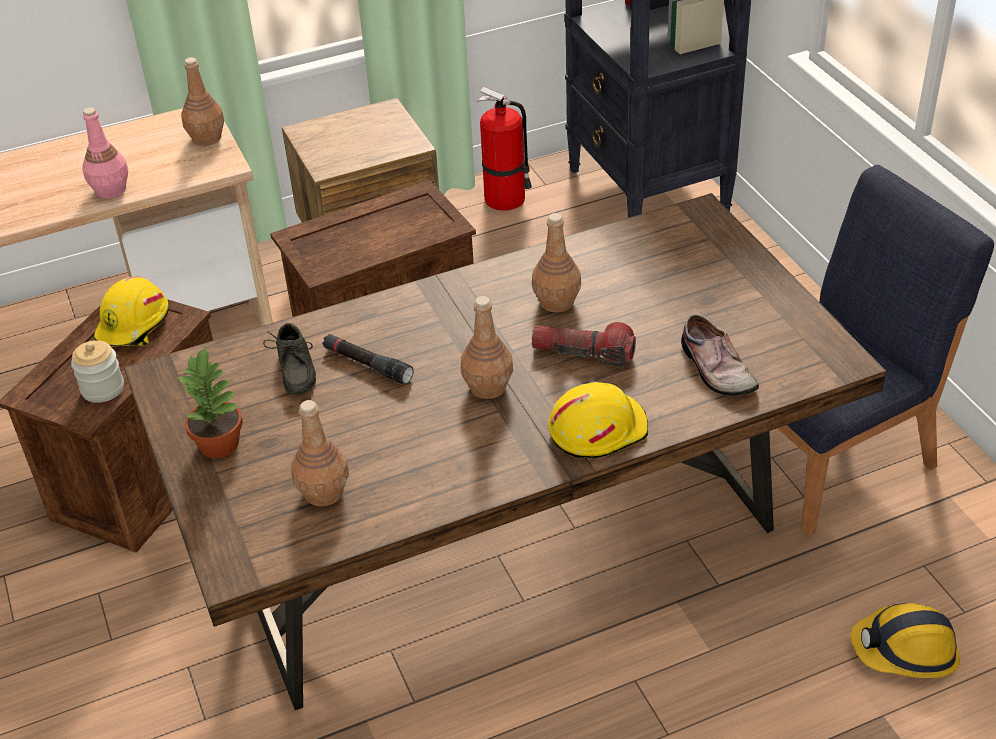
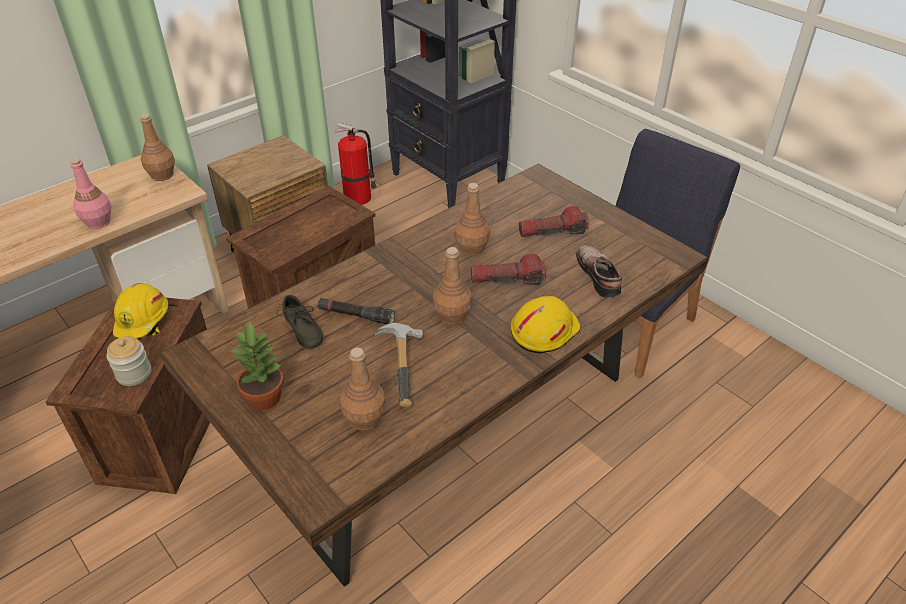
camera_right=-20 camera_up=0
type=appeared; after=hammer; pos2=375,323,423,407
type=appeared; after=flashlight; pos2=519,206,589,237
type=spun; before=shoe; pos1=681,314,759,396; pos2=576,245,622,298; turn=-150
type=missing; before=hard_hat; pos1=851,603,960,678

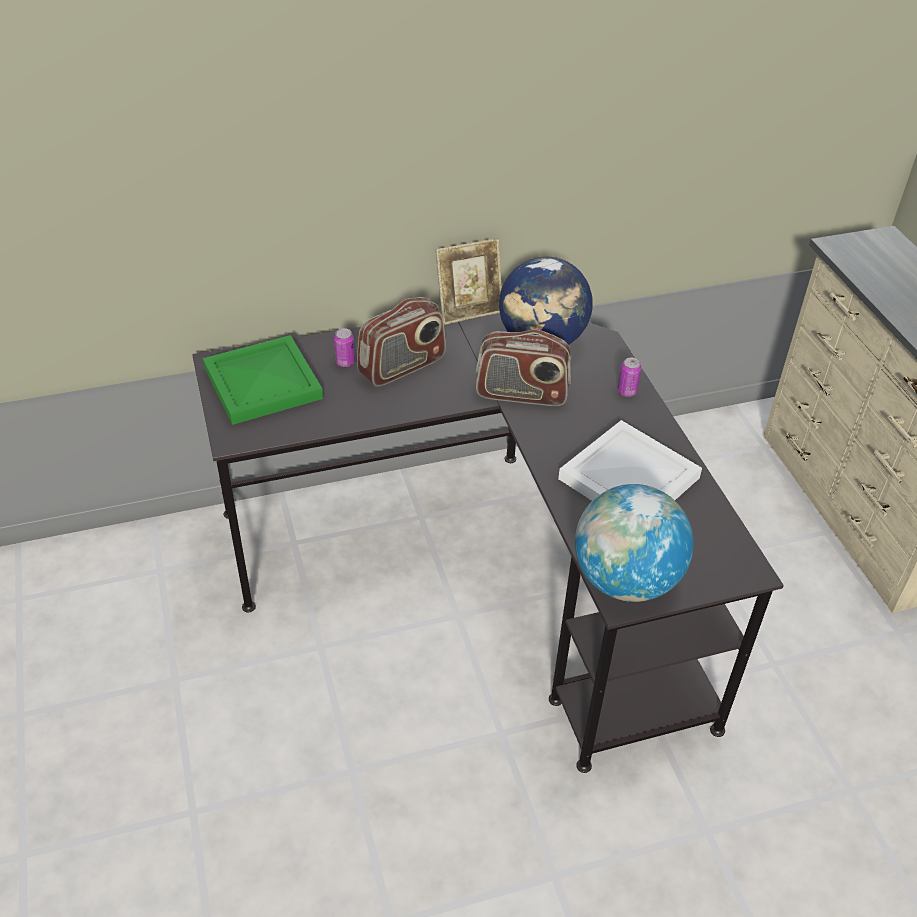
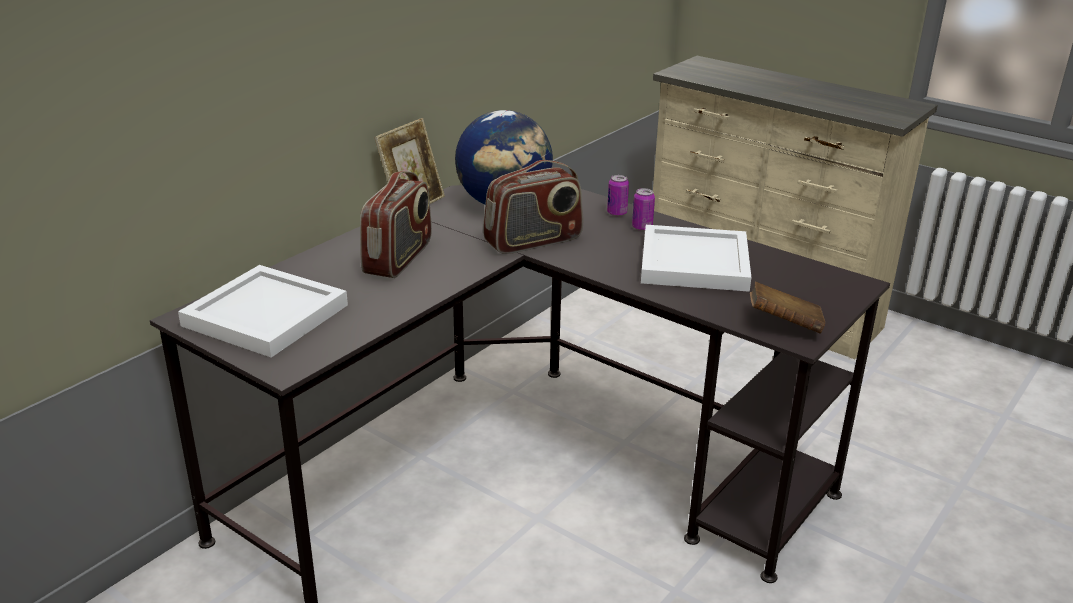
camera_right=-35 camera_up=-15
type=colour; before=green_tray; after=white_tray; pos1=203,335,323,425; pos2=178,265,348,357
type=relocated; before=can; pos1=334,328,355,367; pos2=632,188,655,231
type=exchanged; before=globe; after=brown_book; pos1=575,484,694,602; pos2=750,281,825,334

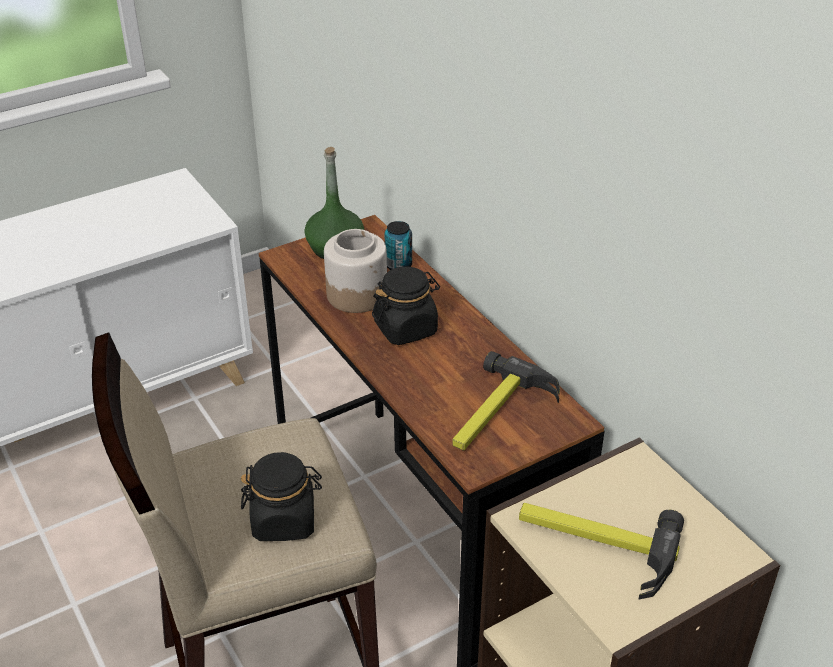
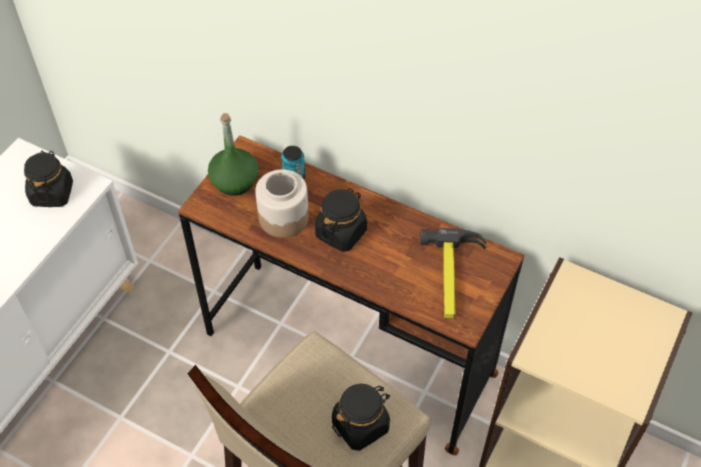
camera_right=-30 camera_up=15
type=appeared; after=black_jar; pos2=24,151,73,207
type=missing; before=hammer; pos1=519,503,684,599

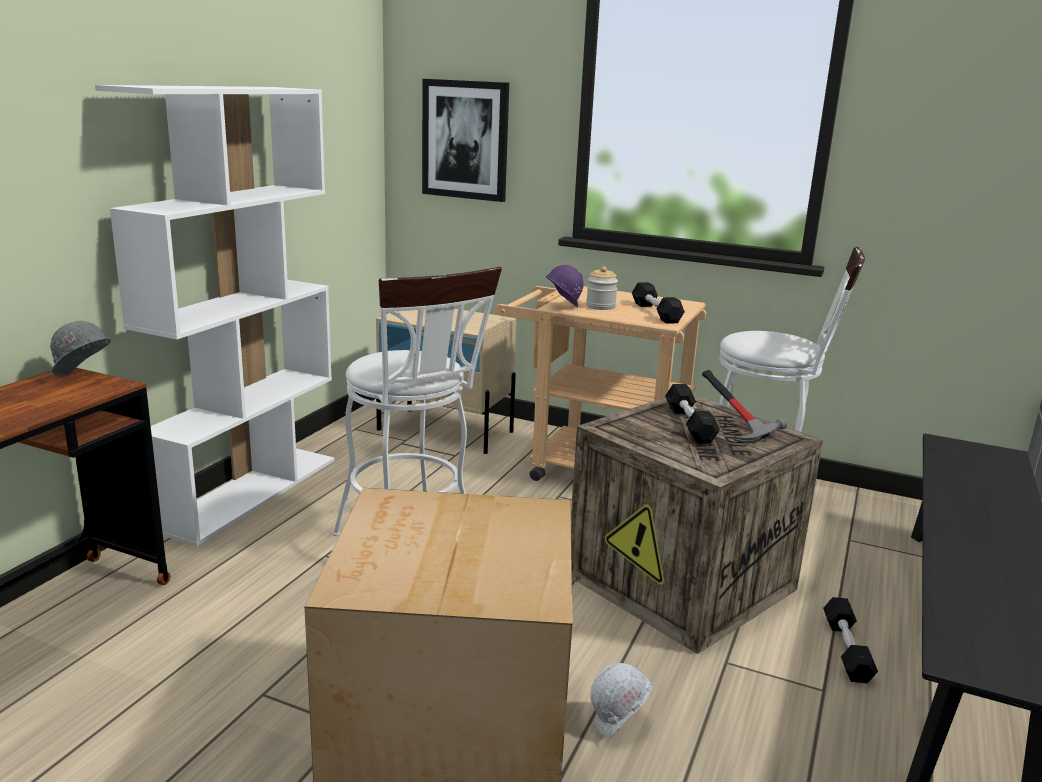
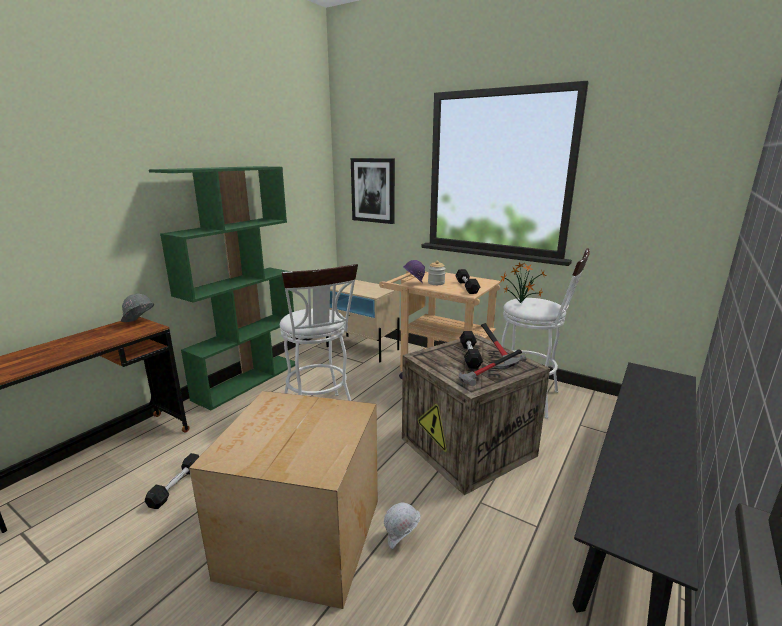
camera_right=10 camera_up=0
type=relocated; before=black_dumbbell; pos1=823,597,878,683; pos2=145,453,200,509
type=colour; before=white_bookcase; after=green_bookcase; pos1=95,85,335,546; pos2=149,166,295,411
type=appeared; after=hammer; pos2=459,349,522,386
type=appeared; after=potted_plant; pos2=499,262,546,304

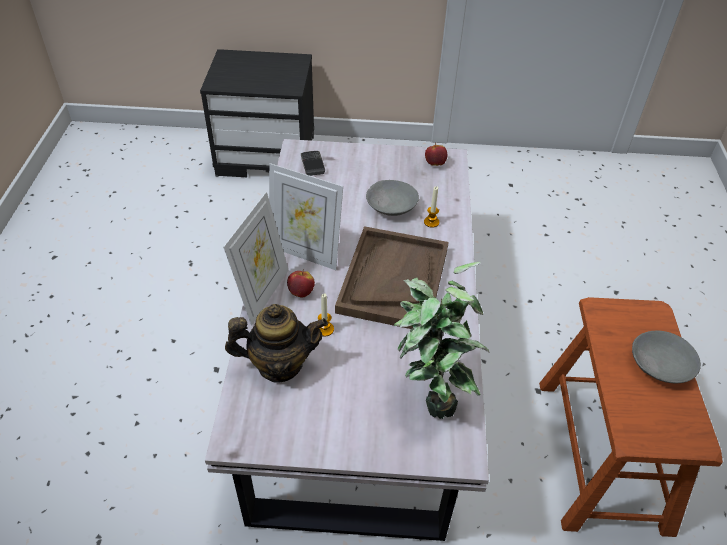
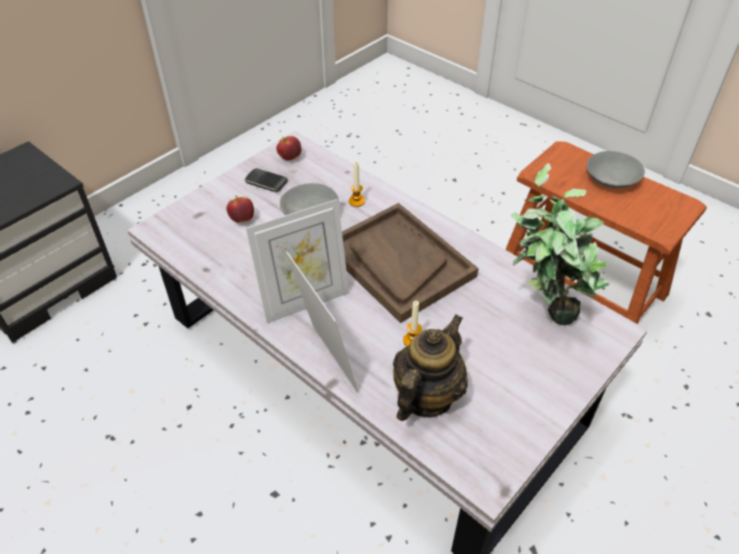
camera_right=-50 camera_up=0
type=relocated; before=apple; pos1=287,270,315,298; pos2=227,196,254,223
type=relocated; before=phone; pos1=301,151,325,176; pos2=244,168,288,192

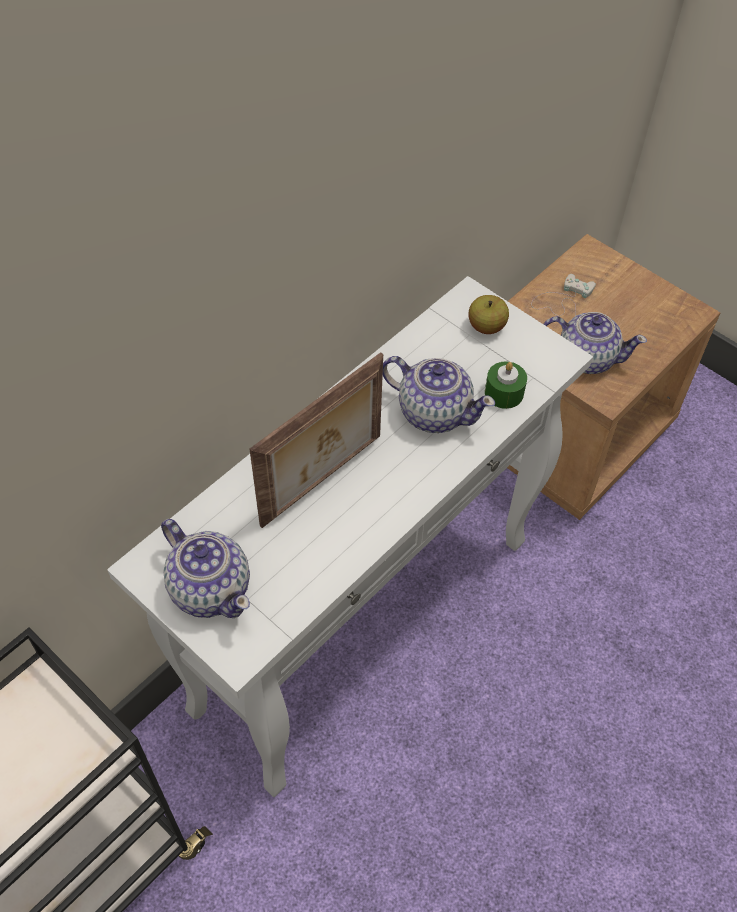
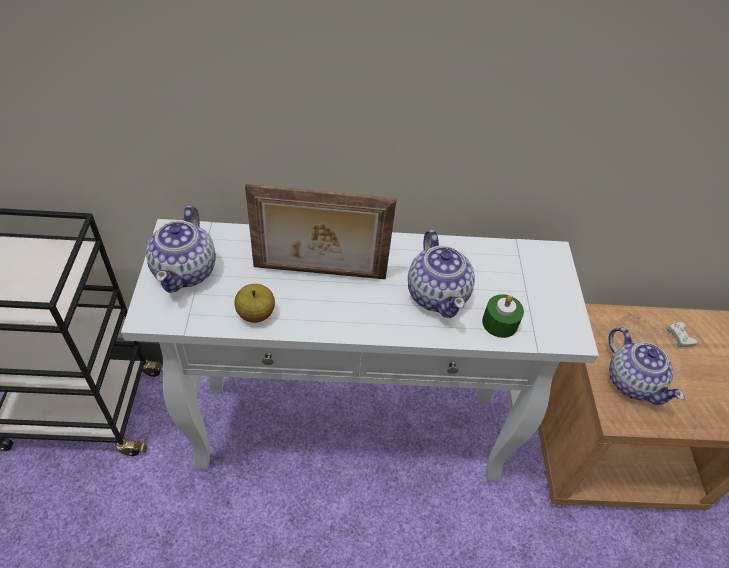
camera_right=45 camera_up=-5
type=relocated; before=apple; pos1=469,295,509,334; pos2=234,284,275,323

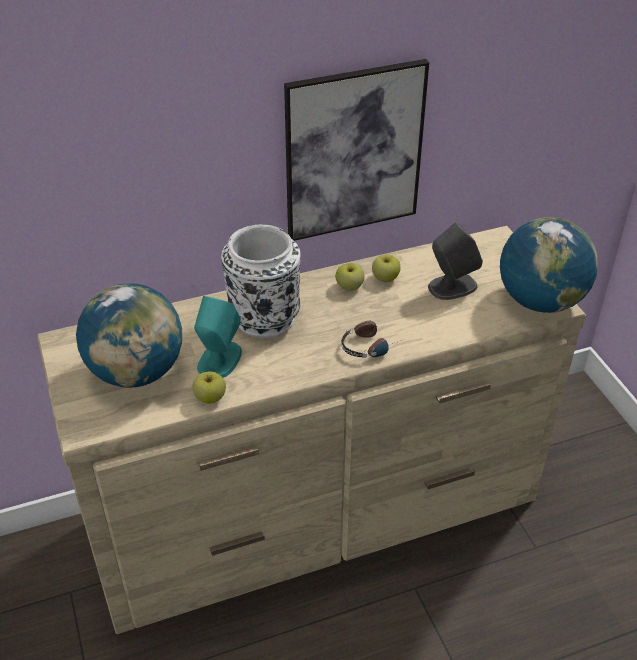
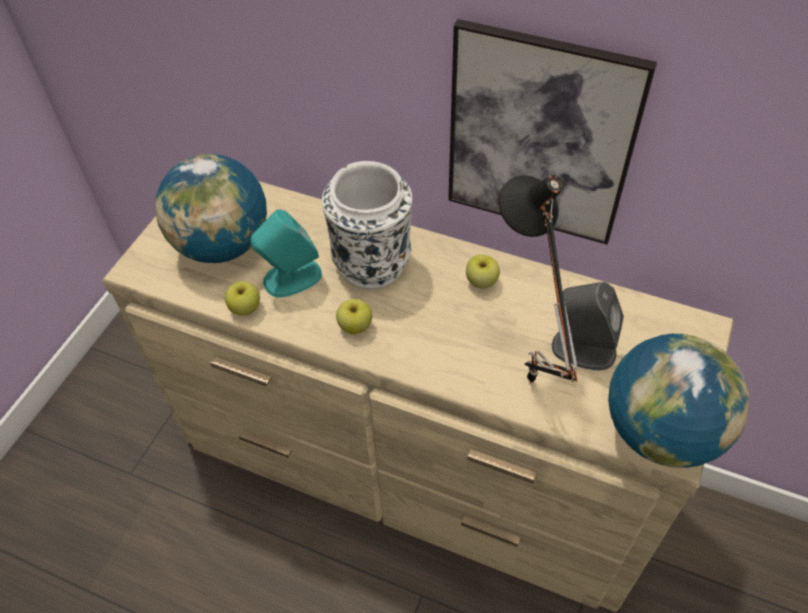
camera_right=45 camera_up=10
type=relocated; before=apple; pos1=372,255,401,282; pos2=336,299,372,334
type=appeared; after=black_table_lamp; pos2=498,175,578,386
type=missing; before=headphones; pos1=341,321,402,358

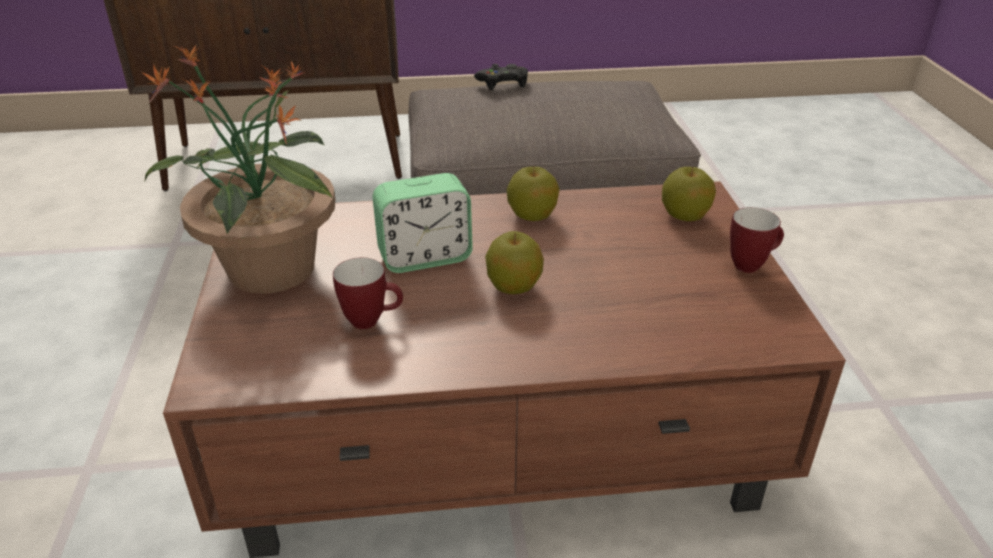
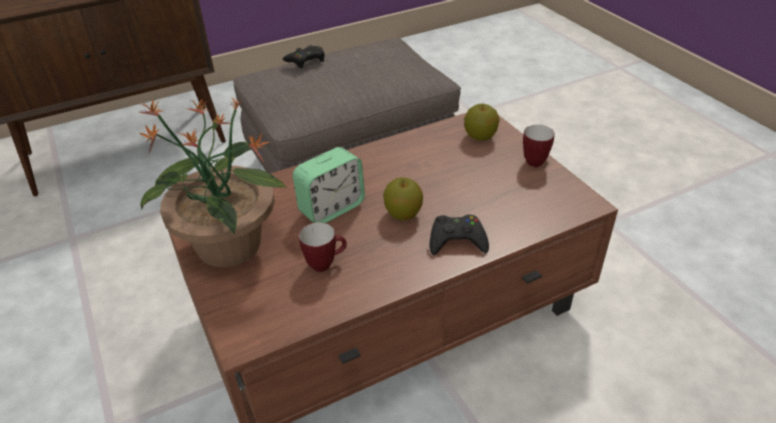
camera_right=-20 camera_up=5
type=appeared; after=black_game_controller; pos2=429,215,489,255
type=missing; before=apple; pos1=507,167,560,221

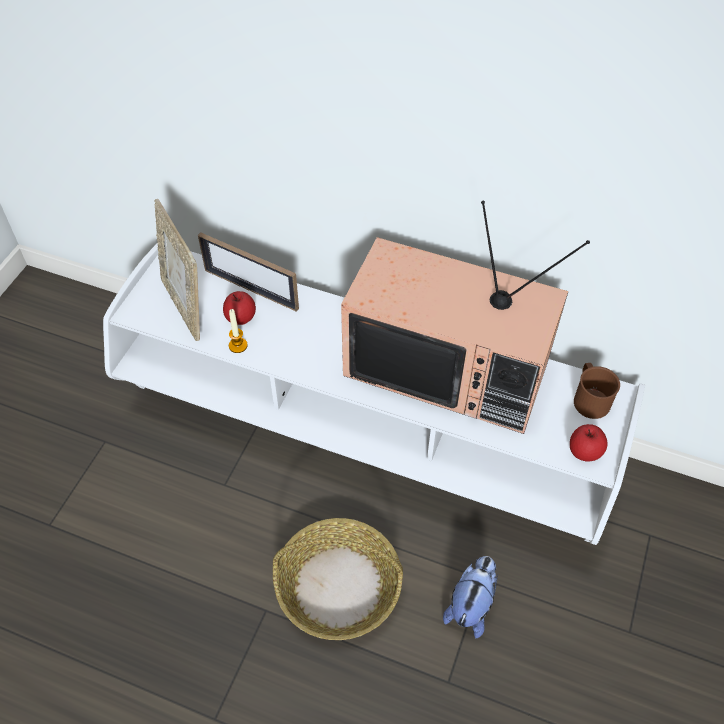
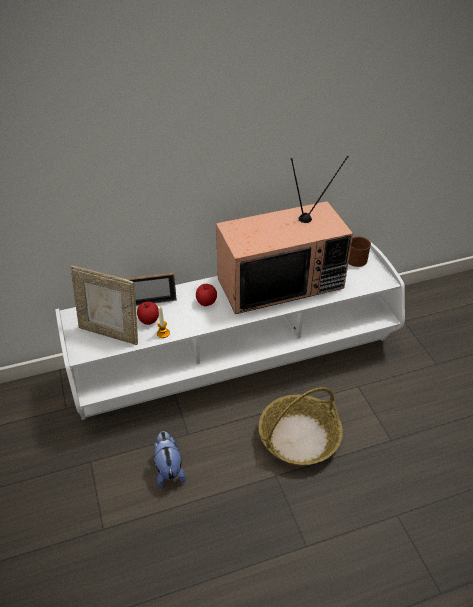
camera_right=-40 camera_up=-10
type=relocated; before=plush_toy; pos1=443,556,498,638; pos2=154,431,186,488
type=relocated; before=apple; pos1=570,424,608,462; pos2=196,284,217,306

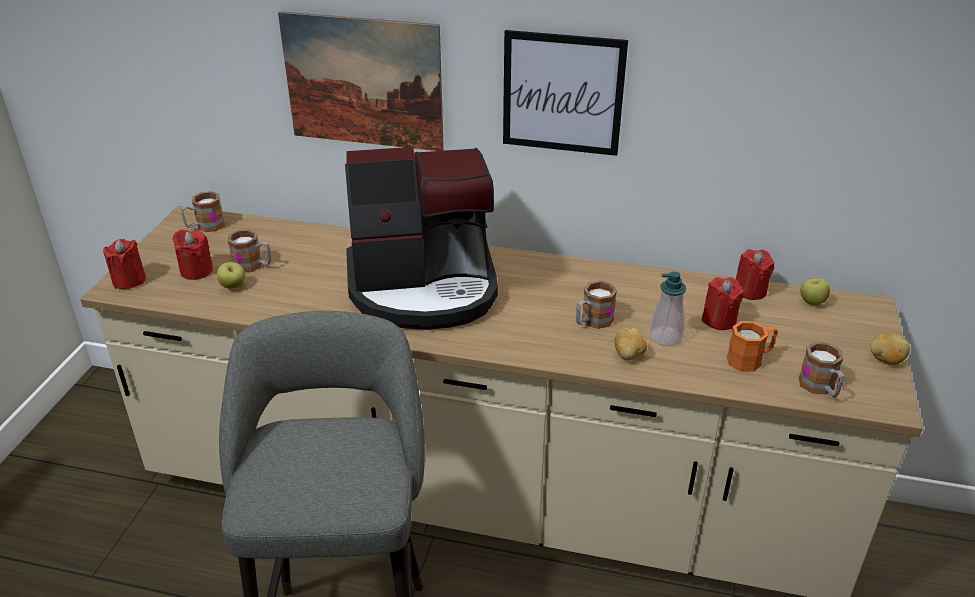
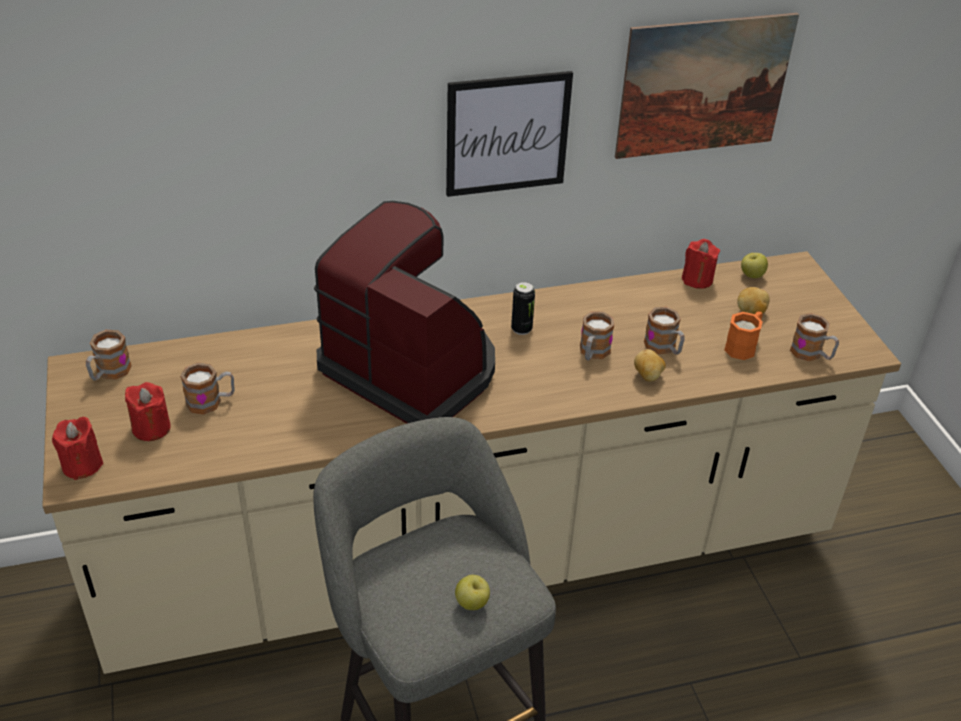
camera_right=-30 camera_up=5
type=spun; before=coffee_machine; pos1=345,147,498,330; pos2=314,201,495,424; turn=-105
type=relocated; before=apple; pos1=217,262,245,289; pos2=455,575,490,610
type=appeared; after=can; pos2=511,282,535,335
type=relocated; before=picture; pos1=278,11,444,151; pos2=615,13,799,159
type=exchanged; before=soap_dispenser; after=mug; pos1=650,272,686,346; pos2=644,307,685,355
type=relocated; before=potato; pos1=871,332,910,365; pos2=737,287,770,314
type=missing; before=red_candle; pos1=701,277,744,330

